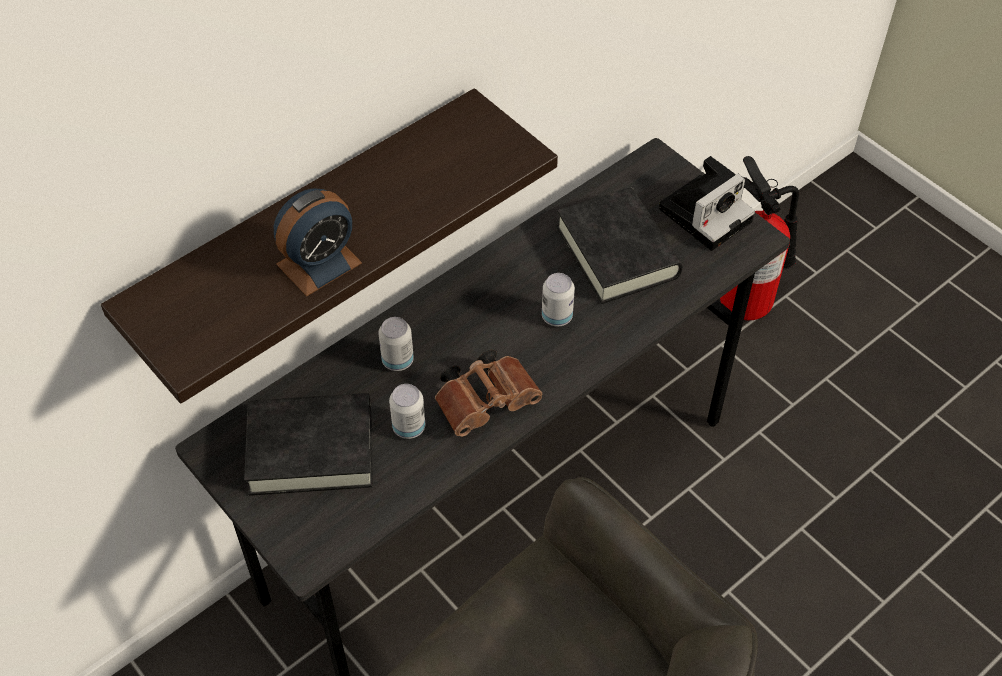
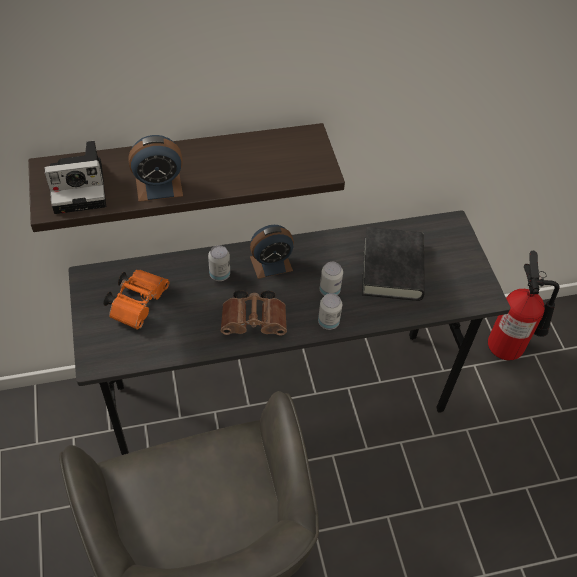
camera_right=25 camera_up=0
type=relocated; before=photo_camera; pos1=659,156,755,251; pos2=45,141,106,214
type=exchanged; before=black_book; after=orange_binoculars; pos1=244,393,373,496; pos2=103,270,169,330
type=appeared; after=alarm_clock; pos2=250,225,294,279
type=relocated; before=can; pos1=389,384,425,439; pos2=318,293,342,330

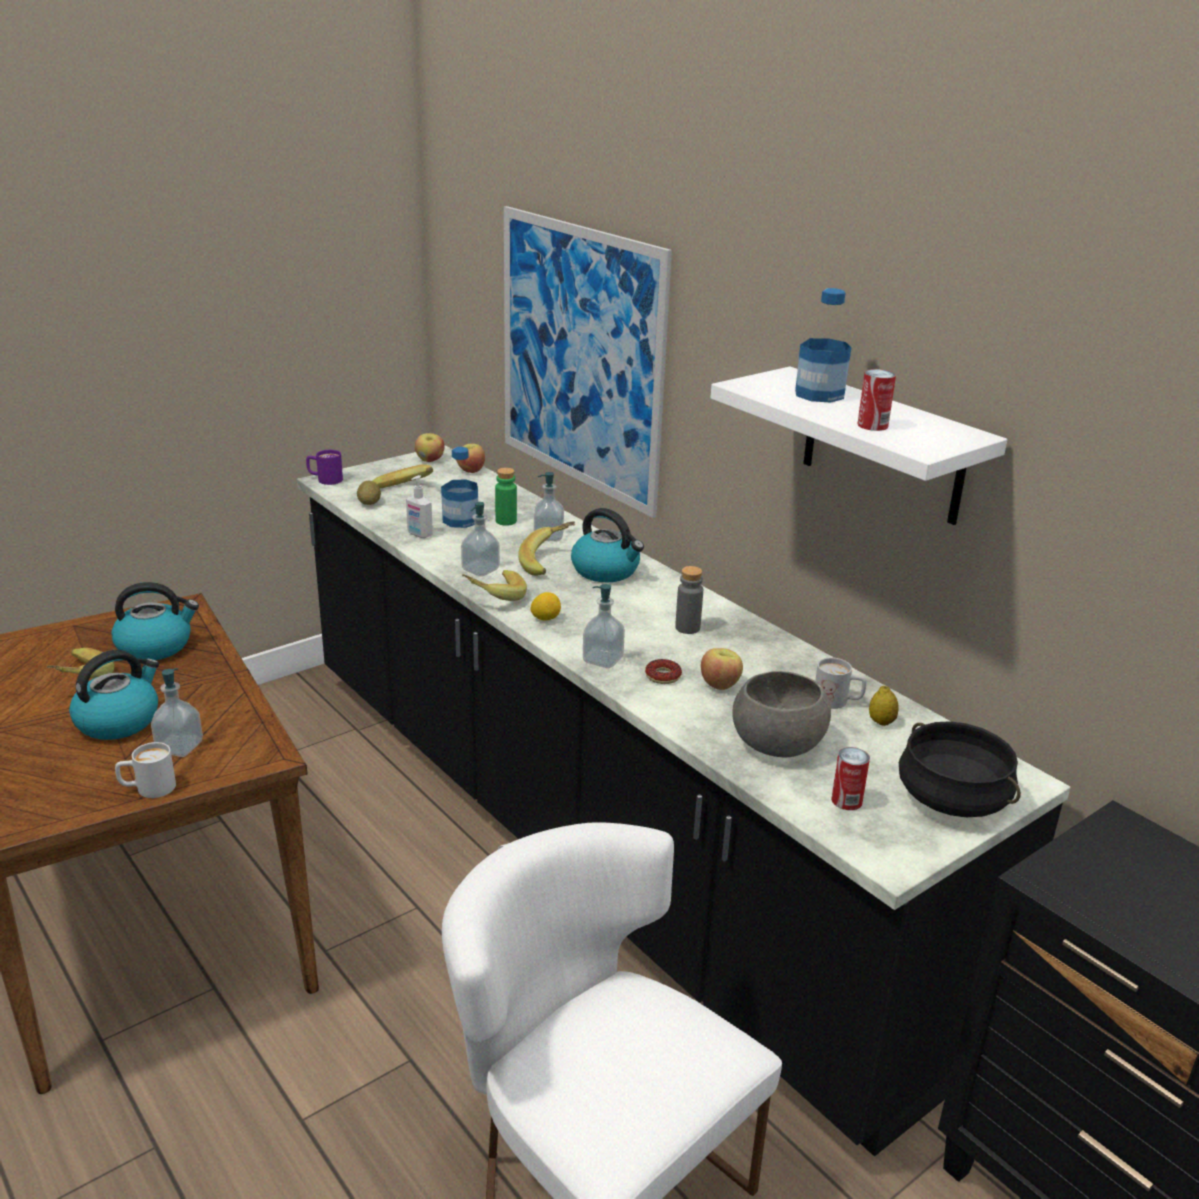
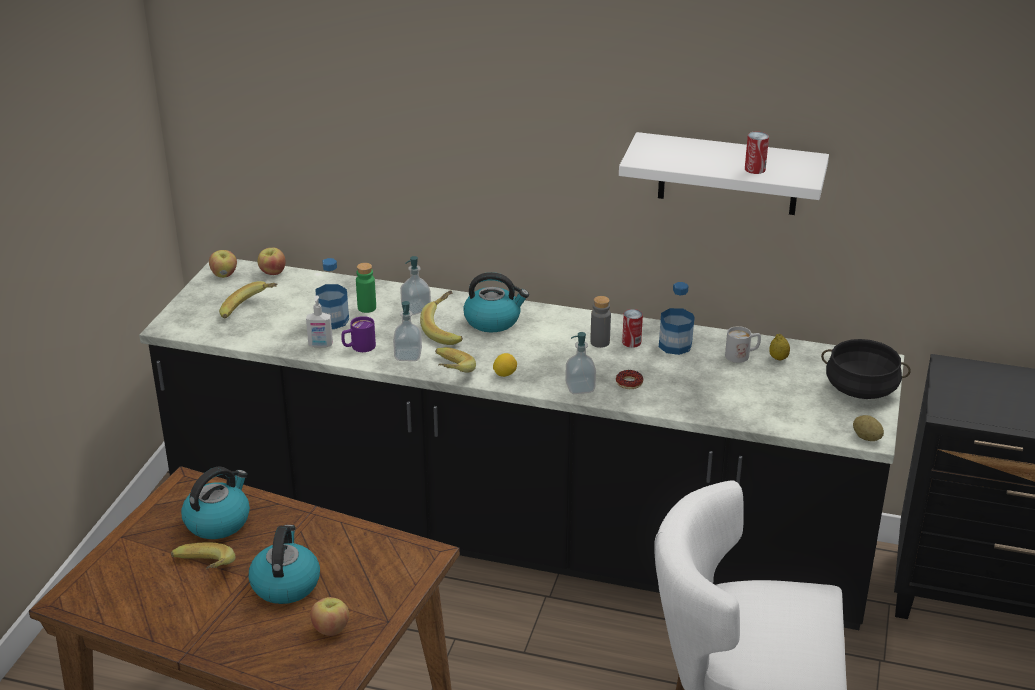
camera_right=-35 camera_up=5
type=relocated; before=apple; pos1=701,648,743,690; pos2=310,597,349,636
type=relocated; before=purple_mug; pos1=306,450,343,485; pos2=341,316,376,352
type=relocated; before=can; pos1=831,747,870,810; pos2=622,309,643,348
type=relocated; before=bottle; pos1=795,288,852,402; pos2=659,282,695,355
type=relocated; before=potato; pos1=357,481,381,505; pos2=853,415,884,441
type=missing; before=white_mug; pos1=115,742,176,798
type=missing; before=soap_dispenser; pos1=151,668,203,757
type=missing; before=picture; pos1=504,206,672,518
type=missing; before=grey_bowl; pos1=732,671,831,757

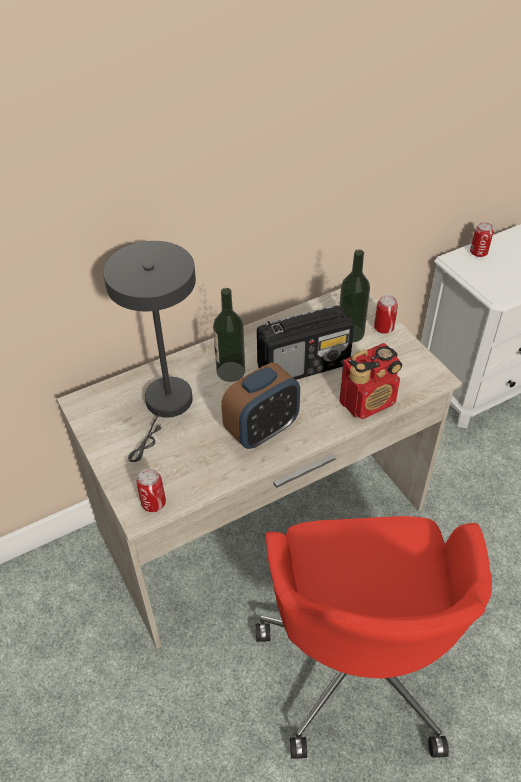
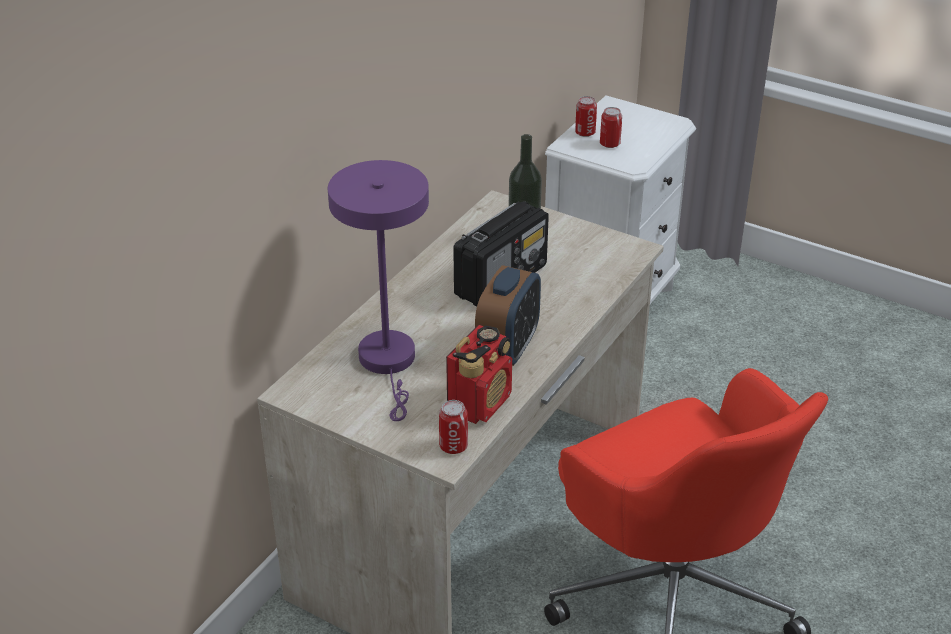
camera_right=-30 camera_up=-10
type=colour; before=grey_table_lamp; after=purple_table_lamp; pos1=103,241,196,462; pos2=328,160,429,421
type=relocated; before=radio; pos1=339,343,402,419; pos2=446,325,512,424
type=relocated; before=can; pos1=374,295,398,334; pos2=600,107,622,148
type=missing; before=bottle; pos1=213,288,245,382

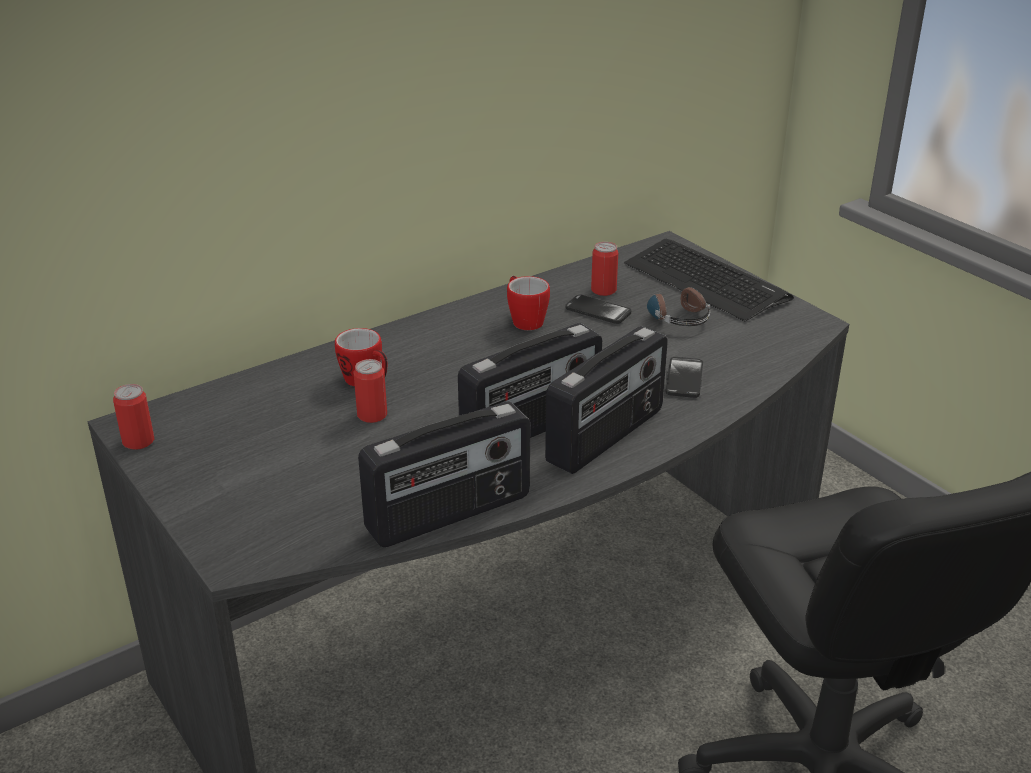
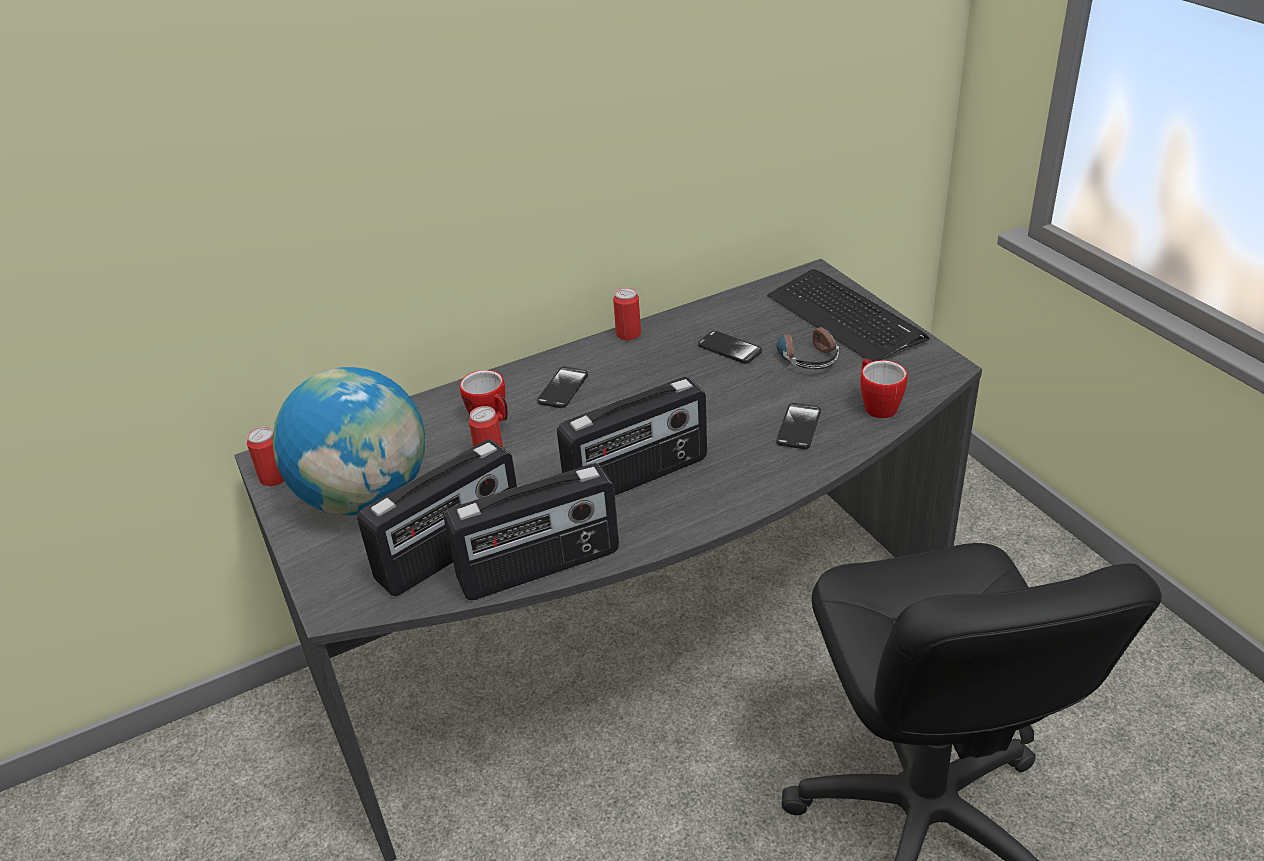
camera_right=10 camera_up=5
type=appeared; after=globe; pos2=272,367,425,515
type=relocated; before=radio; pos1=545,326,668,474; pos2=357,439,517,596
type=appeared; after=phone; pos2=537,367,588,408
type=relocated; before=can; pos1=591,242,618,296; pos2=613,287,641,340
type=relocated; before=mug; pos1=507,276,550,330; pos2=860,358,908,418

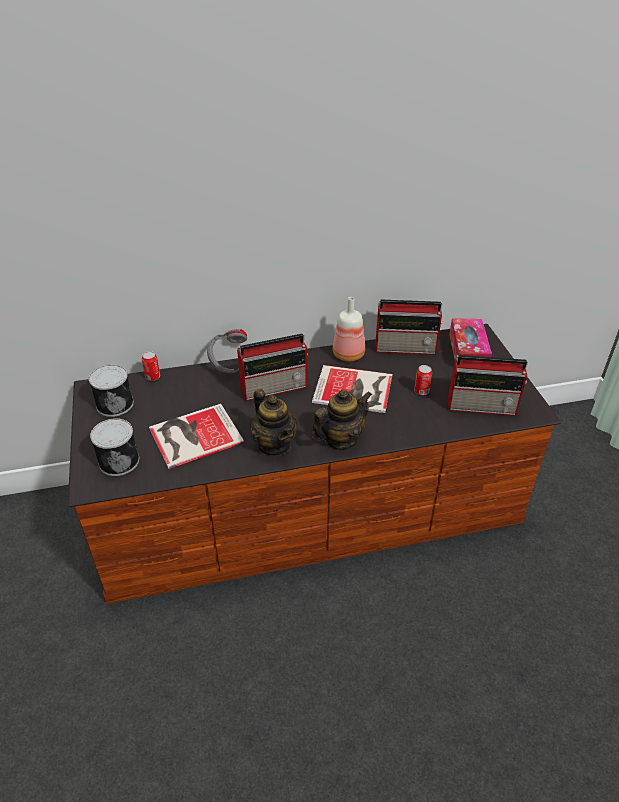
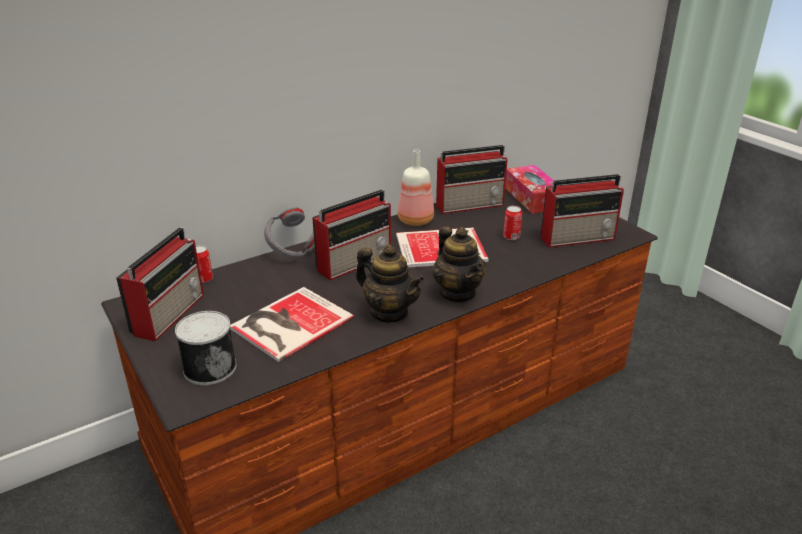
camera_right=-20 camera_up=-10
type=exchanged; before=can; after=radio; pos1=89,364,134,417; pos2=116,227,204,341
type=spun; before=teapot; pos1=311,389,372,450; pos2=433,226,486,303; turn=120

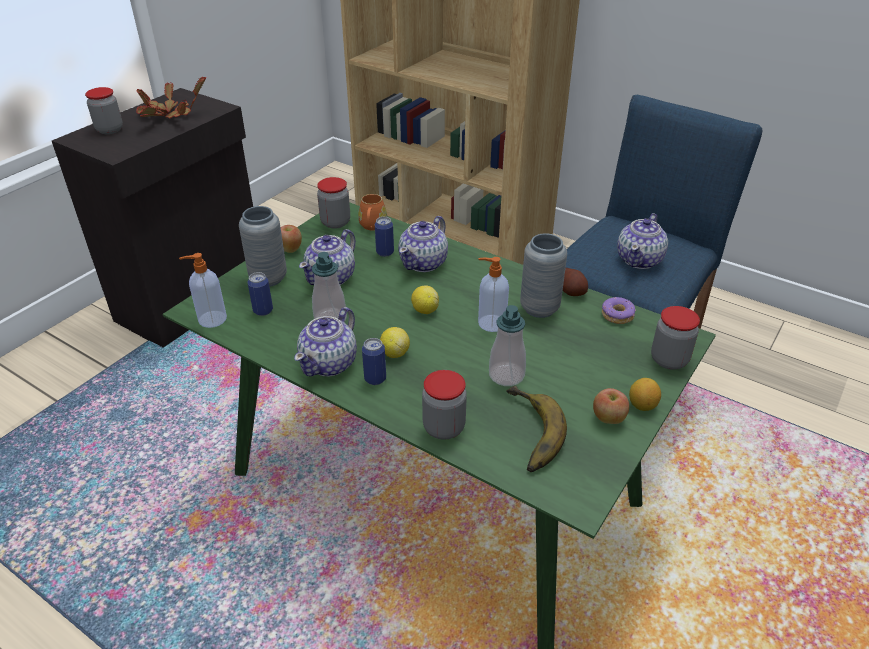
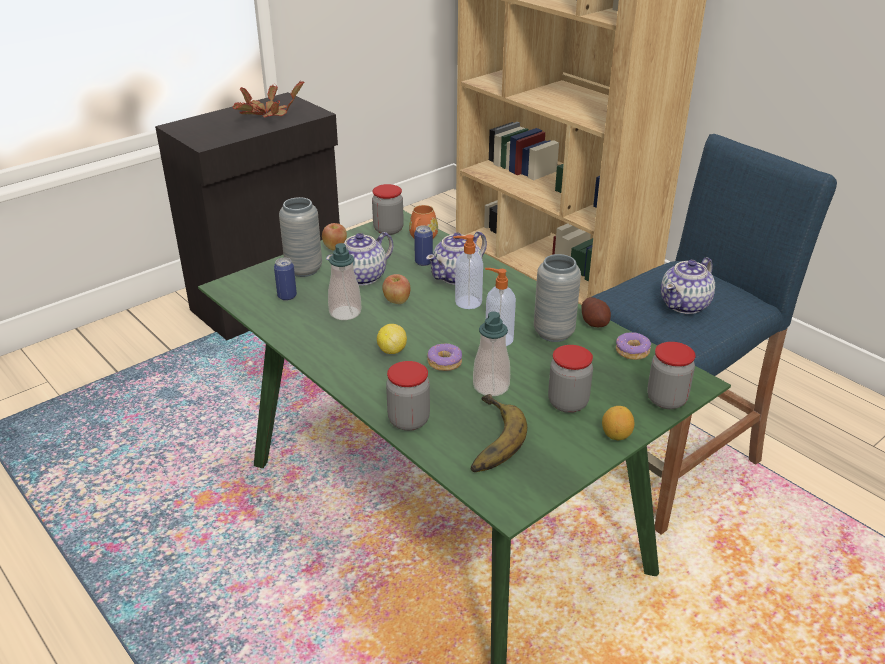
camera_right=15 camera_up=-5
type=relocated; before=apple; pos1=593,388,629,424; pos2=382,274,411,304
type=appeared; after=donut; pos2=427,343,462,371
type=relocated; before=soap_dispenser; pos1=179,253,227,328; pos2=453,235,483,309
type=relocated; before=jar; pos1=85,87,123,134; pos2=548,345,593,413
type=missing; before=teapot; pos1=294,307,357,376
type=missing; before=can; pos1=362,338,386,385
type=missing; before=lemon; pos1=411,285,439,314

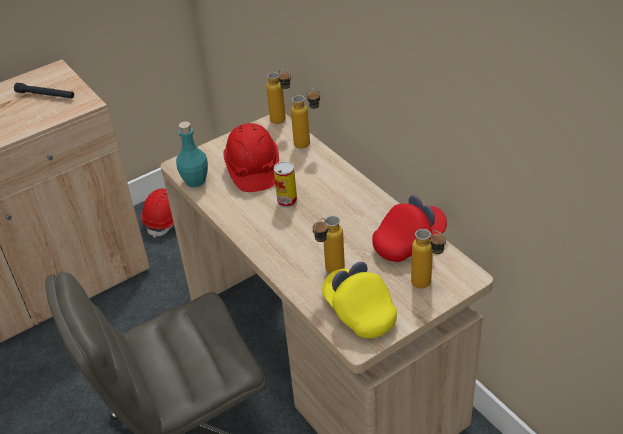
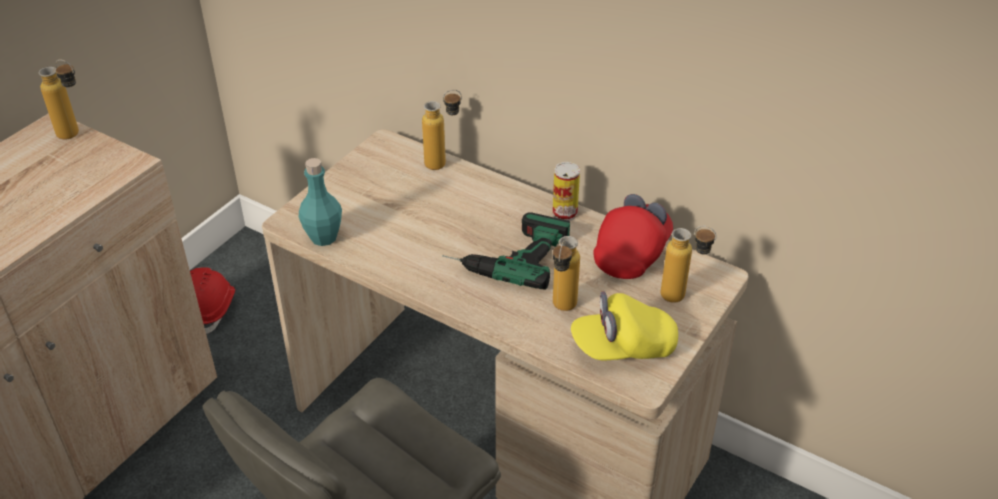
camera_right=-25 camera_up=0
type=relocated; before=bottle; pos1=266,69,291,124; pos2=39,59,79,140
type=appeared; after=power_drill; pos2=442,212,570,290
type=relocated; before=can; pos1=274,161,297,208; pos2=553,162,580,221
type=spun; before=yellow_cap; pos1=322,262,397,338; pos2=571,291,678,360; turn=-45
type=missing; before=black_flashlight; pos1=14,83,74,98
type=missing; before=red_hard_hat; pos1=223,123,279,192

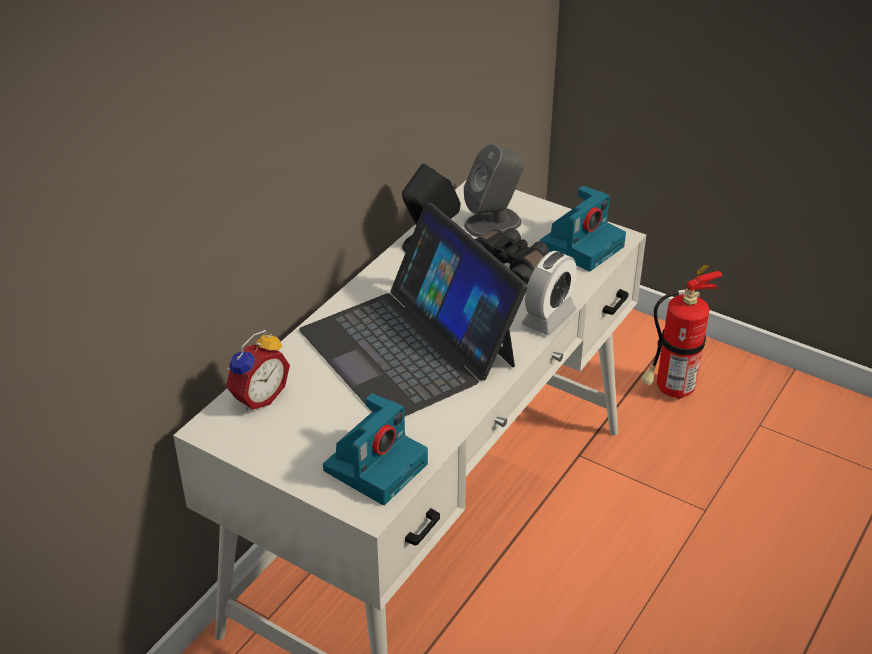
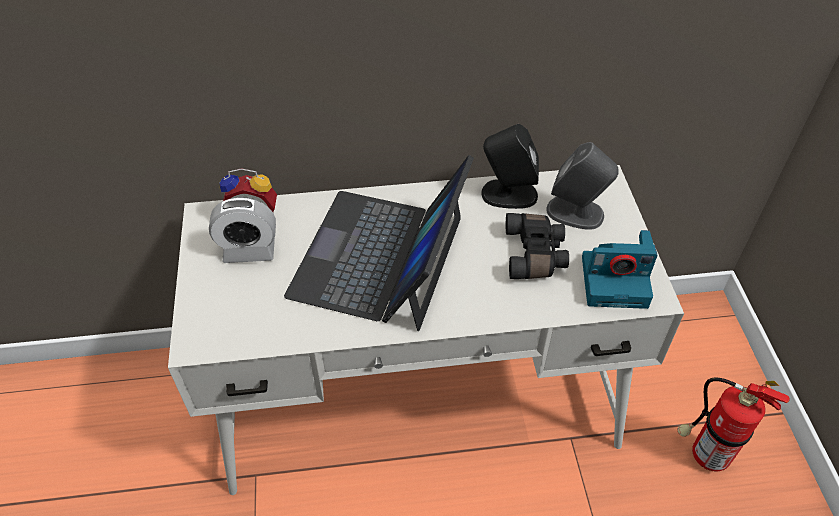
camera_right=50 camera_up=10
type=relocated; before=alarm_clock; pos1=521,251,577,335; pos2=209,198,276,263
type=missing; before=photo_camera; pos1=323,393,428,505

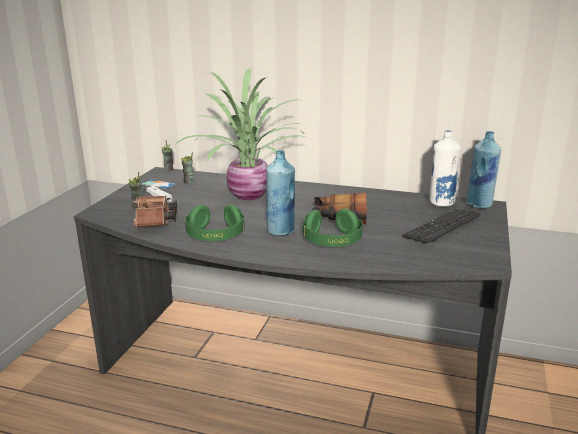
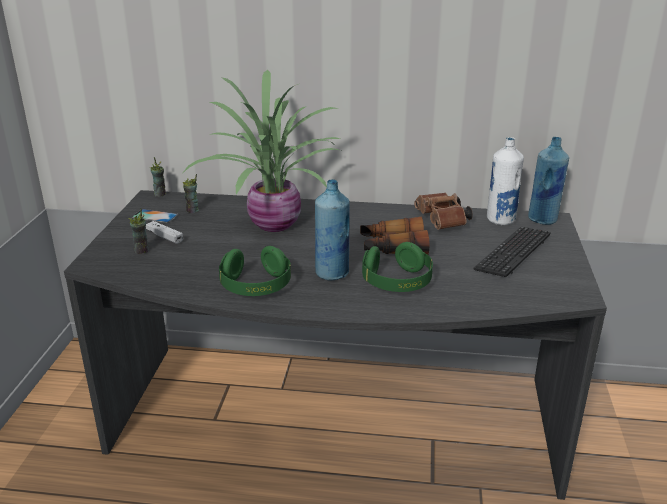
camera_right=-10 camera_up=5
type=relocated; before=brown_binoculars; pos1=134,196,177,228; pos2=414,193,473,230

